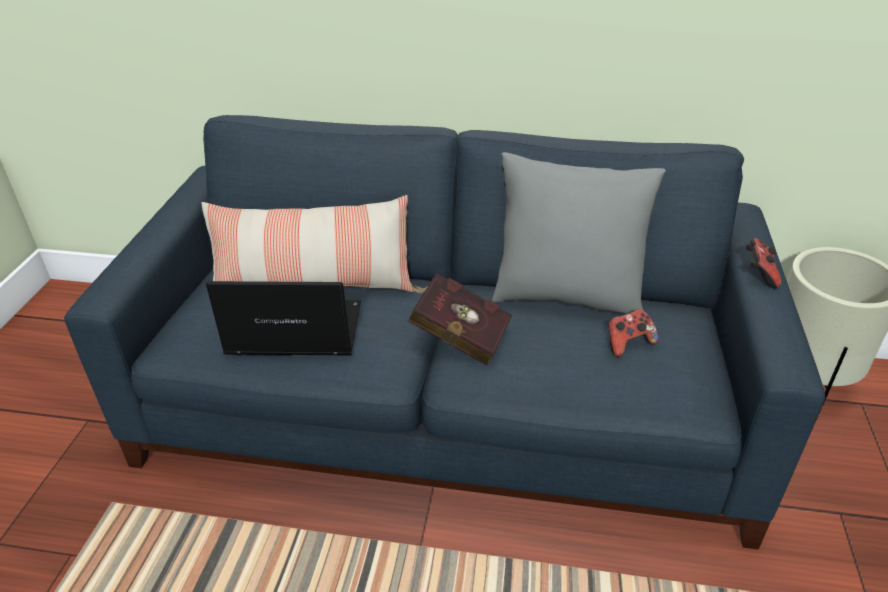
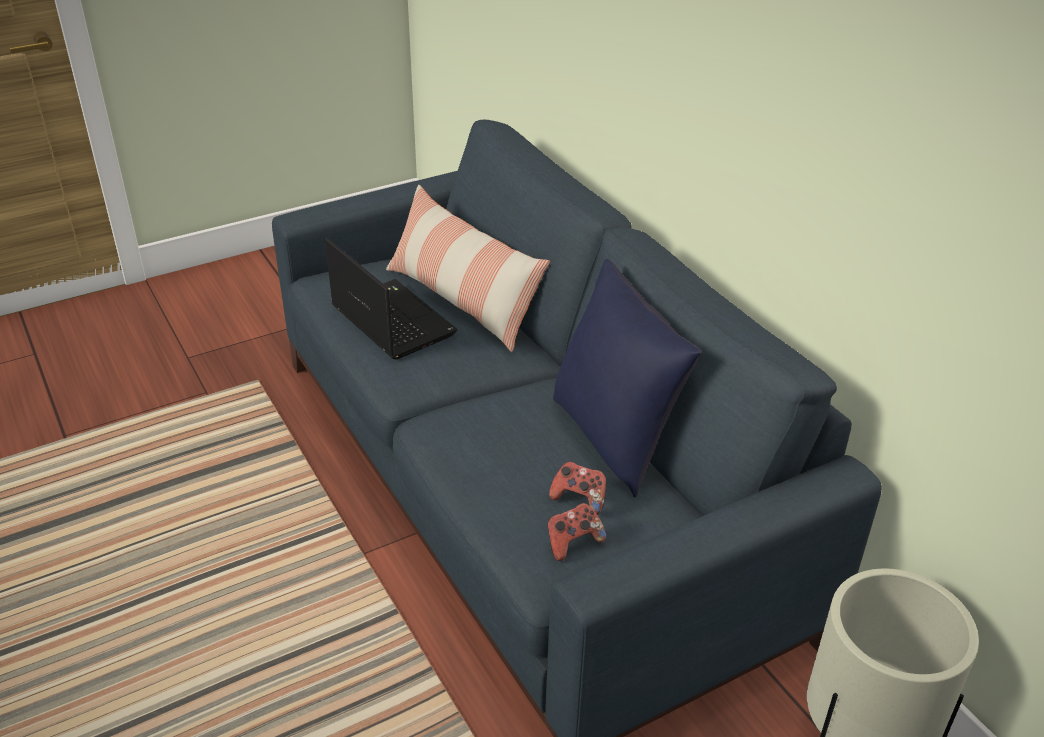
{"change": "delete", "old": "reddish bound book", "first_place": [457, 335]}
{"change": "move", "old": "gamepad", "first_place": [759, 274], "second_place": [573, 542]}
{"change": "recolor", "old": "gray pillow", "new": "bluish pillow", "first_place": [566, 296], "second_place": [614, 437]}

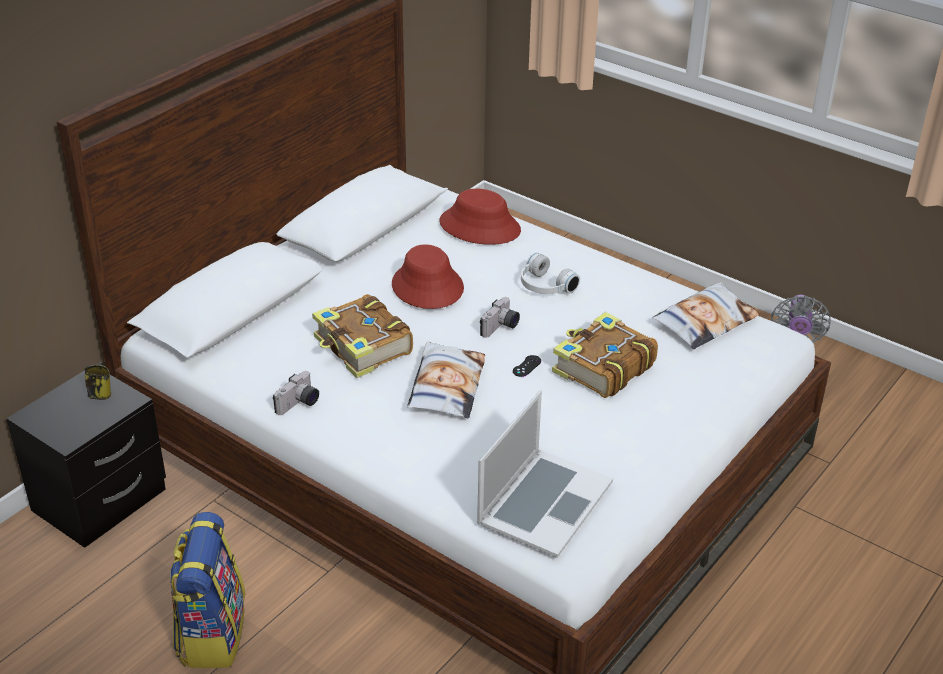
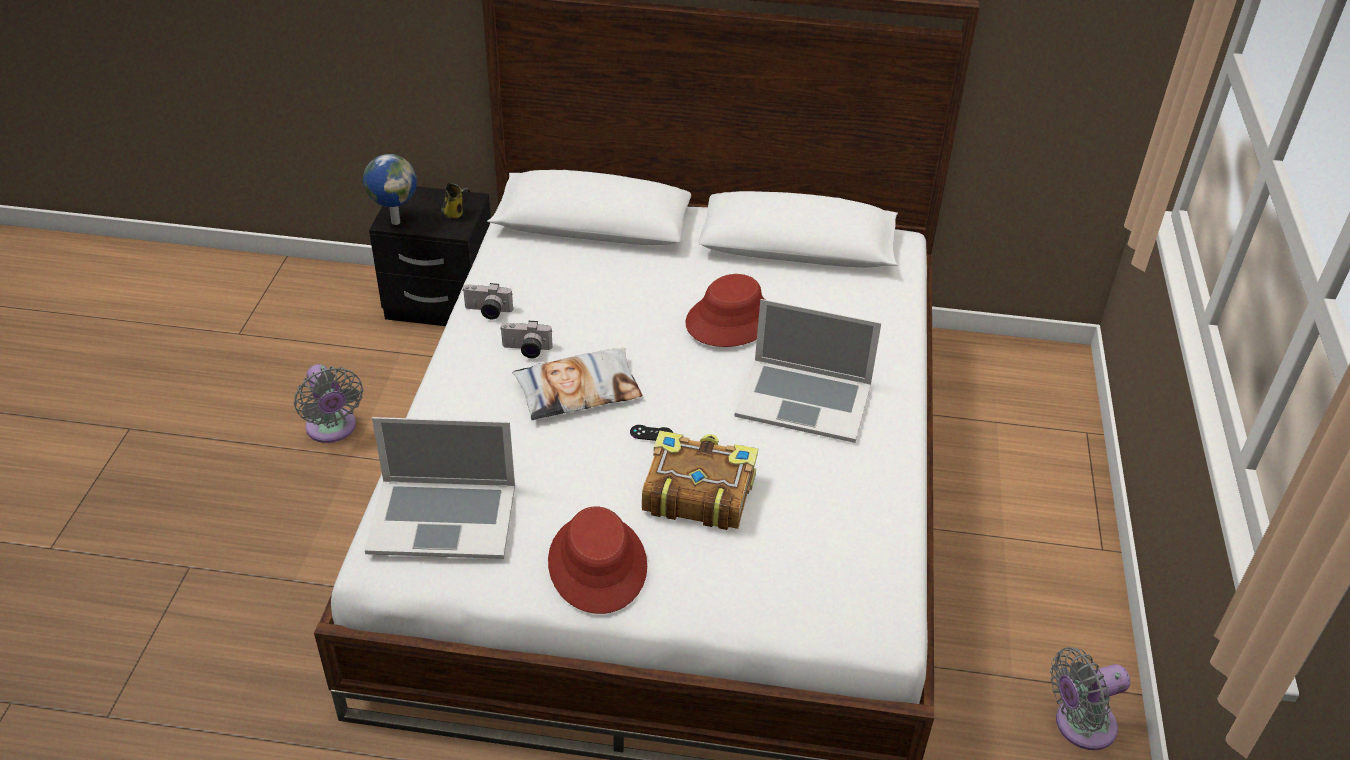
{"change": "delete", "old": "bound book", "first_place": [362, 347]}
{"change": "delete", "old": "pillow", "first_place": [705, 322]}
{"change": "insert", "new": "globe", "second_place": [395, 221]}
{"change": "move", "old": "reddish hat", "first_place": [480, 226], "second_place": [598, 564]}
{"change": "move", "old": "photo camera", "first_place": [501, 328], "second_place": [526, 350]}
{"change": "replace", "old": "backpack", "new": "gray cooling fan", "first_place": [211, 633], "second_place": [332, 429]}
{"change": "replace", "old": "white headphones", "new": "portable computer", "first_place": [544, 286], "second_place": [804, 399]}

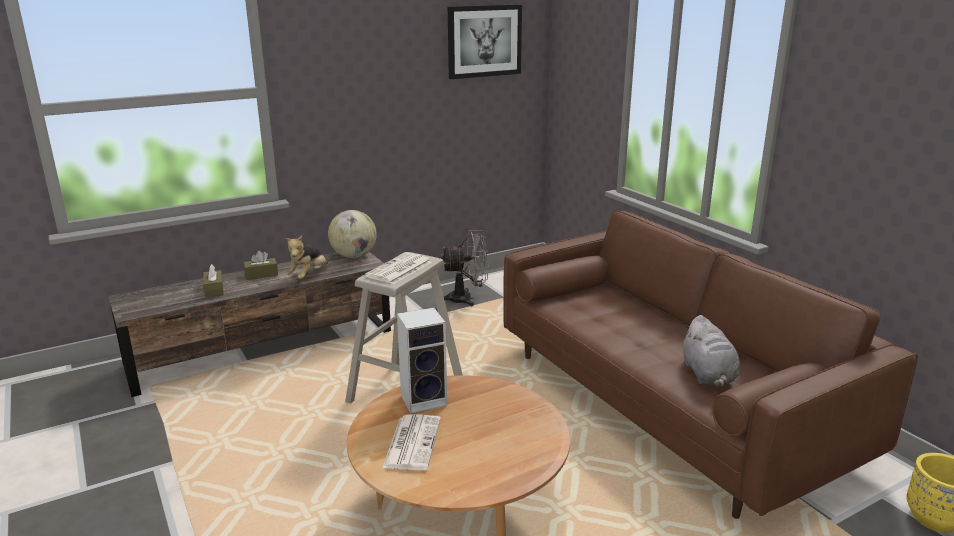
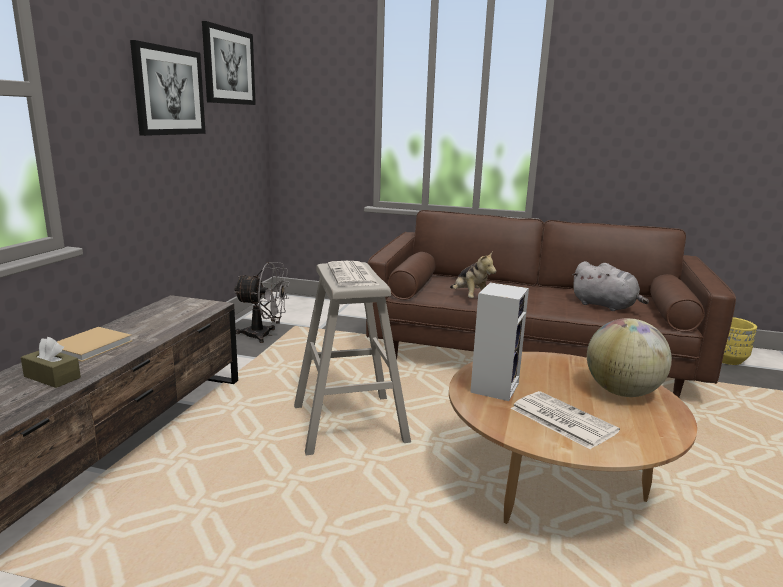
{"change": "insert", "new": "picture", "second_place": [169, 91]}
{"change": "move", "old": "plush toy", "first_place": [308, 276], "second_place": [469, 298]}
{"change": "move", "old": "globe", "first_place": [354, 256], "second_place": [622, 392]}
{"change": "replace", "old": "brown box of tissues", "new": "sand-coloured bound book", "first_place": [261, 275], "second_place": [93, 345]}
{"change": "rotate", "old": "gray cooling fan", "first_place": [466, 299], "second_place": [264, 335], "degrees": 60}

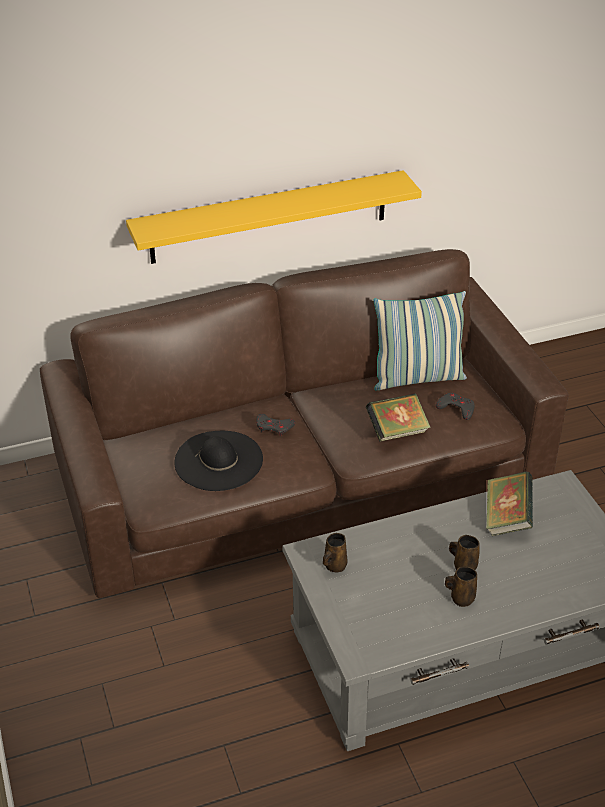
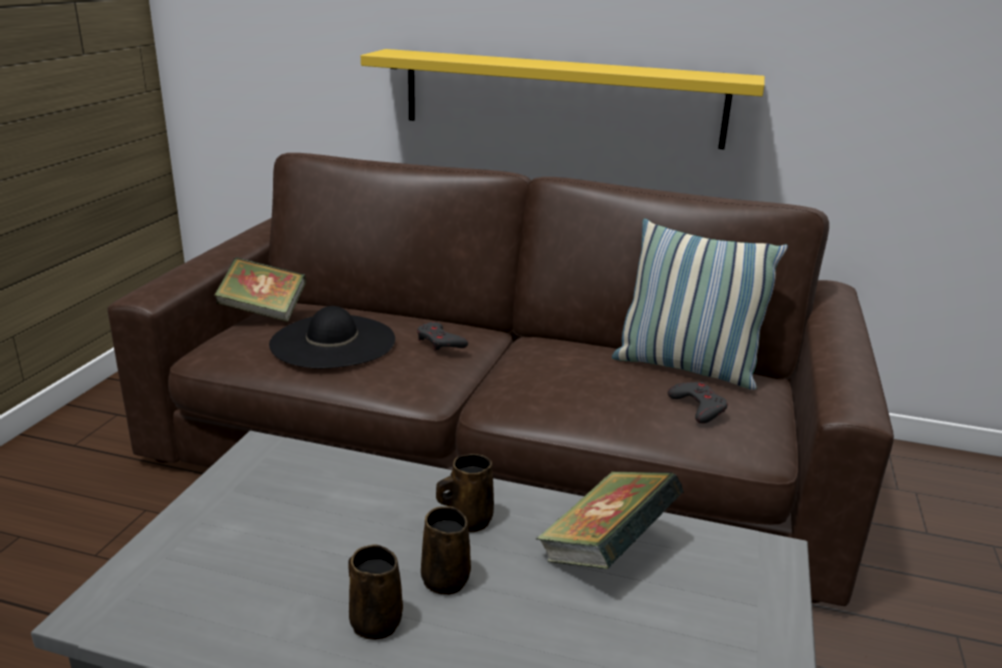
{"change": "move", "old": "brown coffee mug", "first_place": [334, 566], "second_place": [467, 520]}
{"change": "move", "old": "bound book", "first_place": [397, 431], "second_place": [263, 312]}

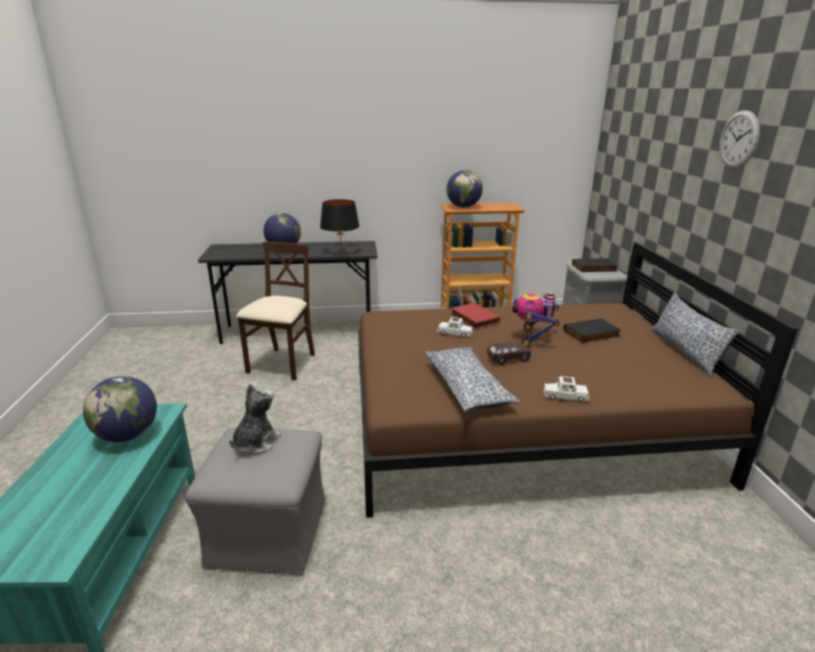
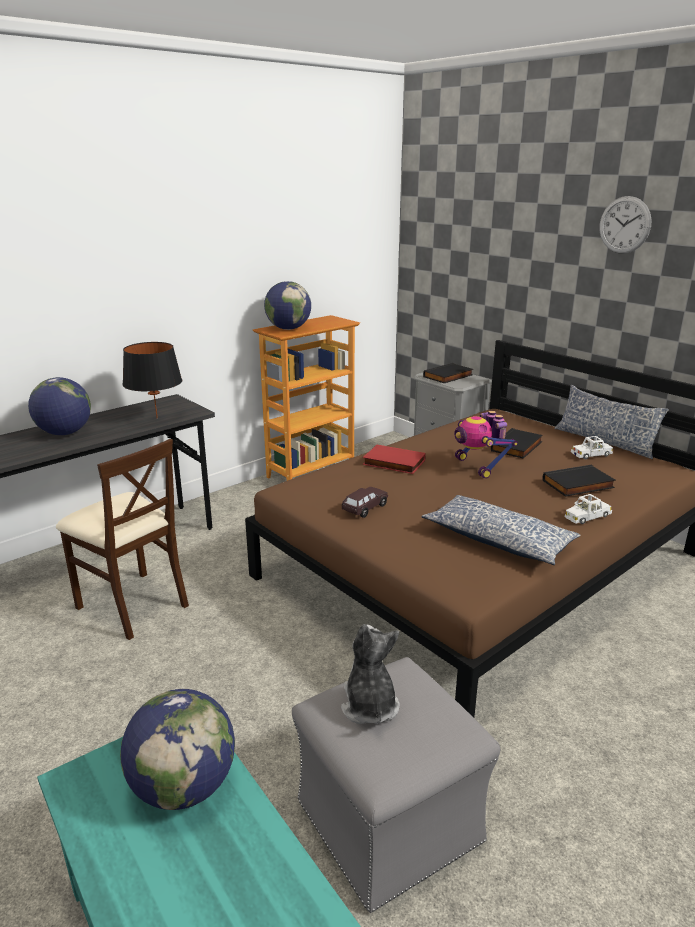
{"change": "insert", "new": "black-coloured bound book", "second_place": [578, 485]}
{"change": "move", "old": "white toy car", "first_place": [454, 333], "second_place": [591, 455]}
{"change": "move", "old": "brown toy car", "first_place": [508, 359], "second_place": [364, 508]}
{"change": "rotate", "old": "sand-coloured upright chair", "first_place": [282, 364], "second_place": [133, 605], "degrees": 150}

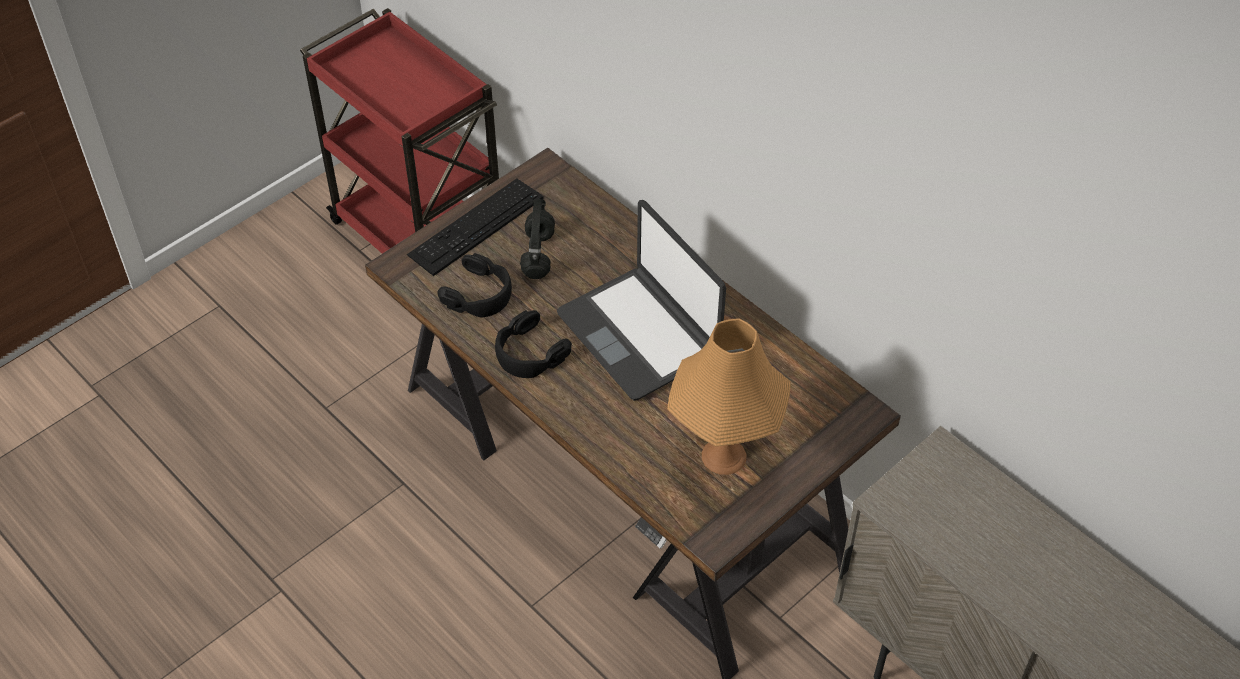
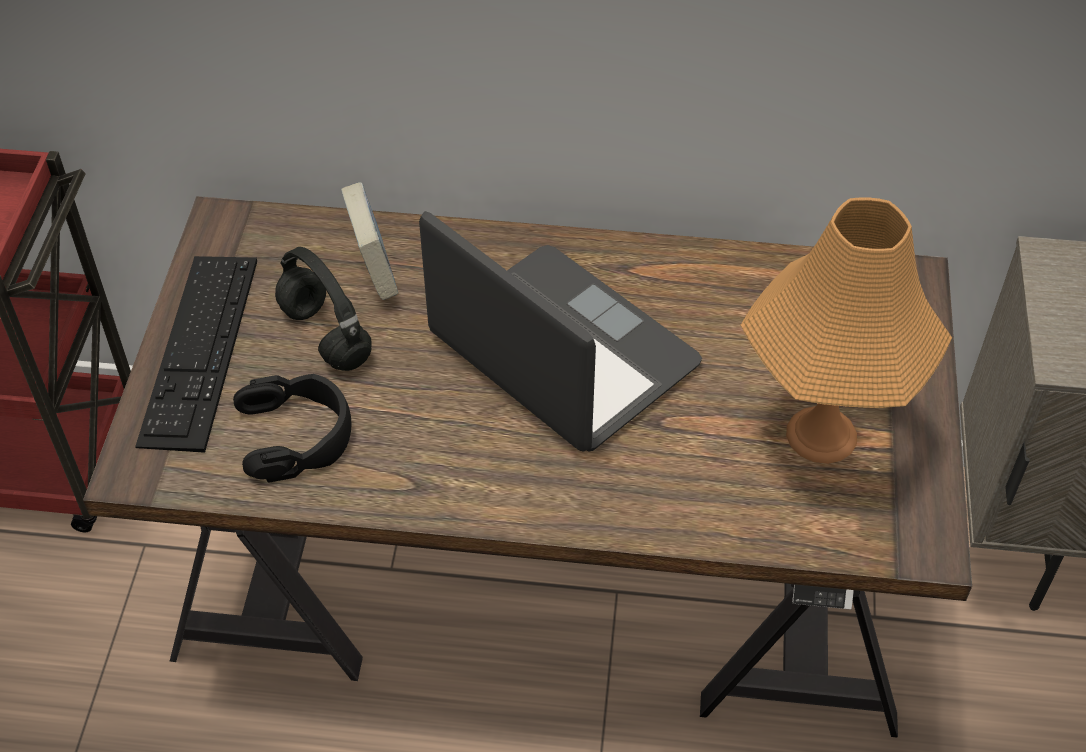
{"change": "delete", "old": "black-coloured headphones", "first_place": [529, 353]}
{"change": "insert", "new": "bound book", "second_place": [373, 270]}
{"change": "rotate", "old": "portable computer", "first_place": [640, 333], "second_place": [561, 352], "degrees": -150}

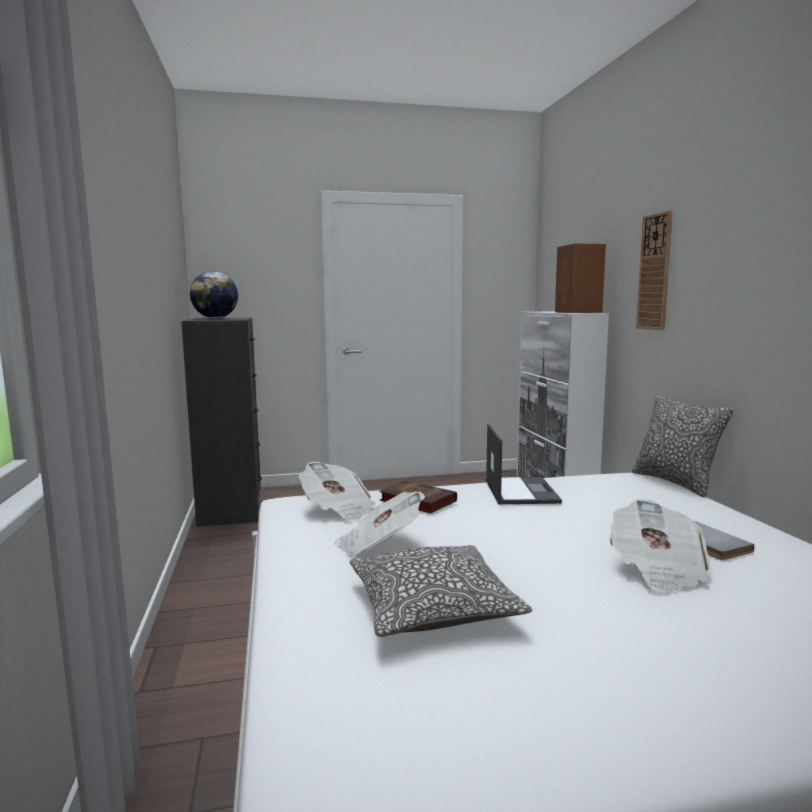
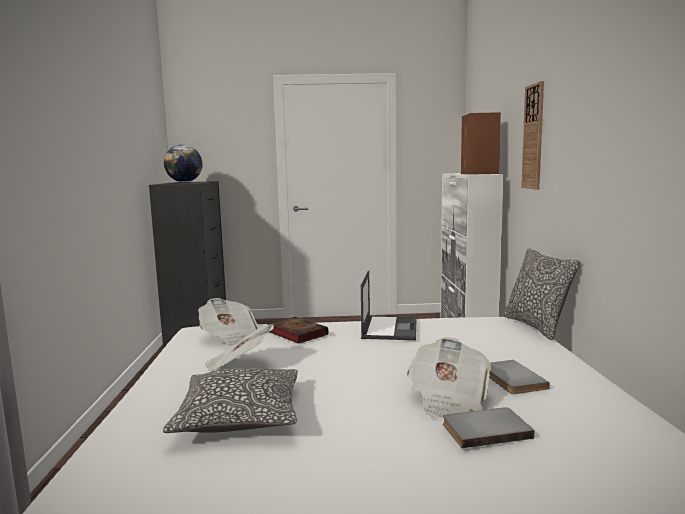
{"change": "insert", "new": "gray bound book", "second_place": [485, 429]}

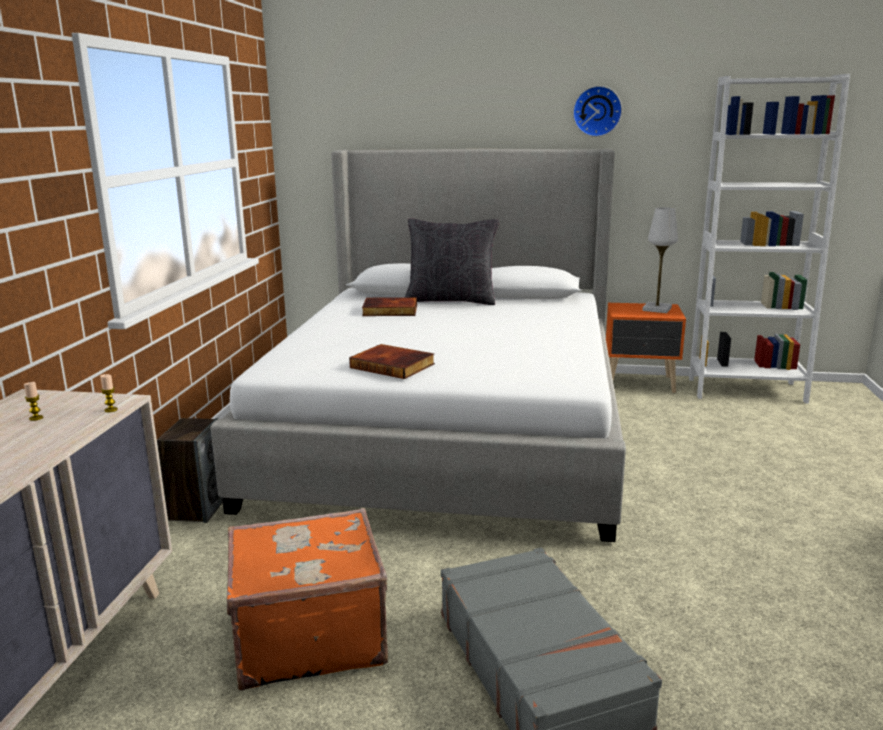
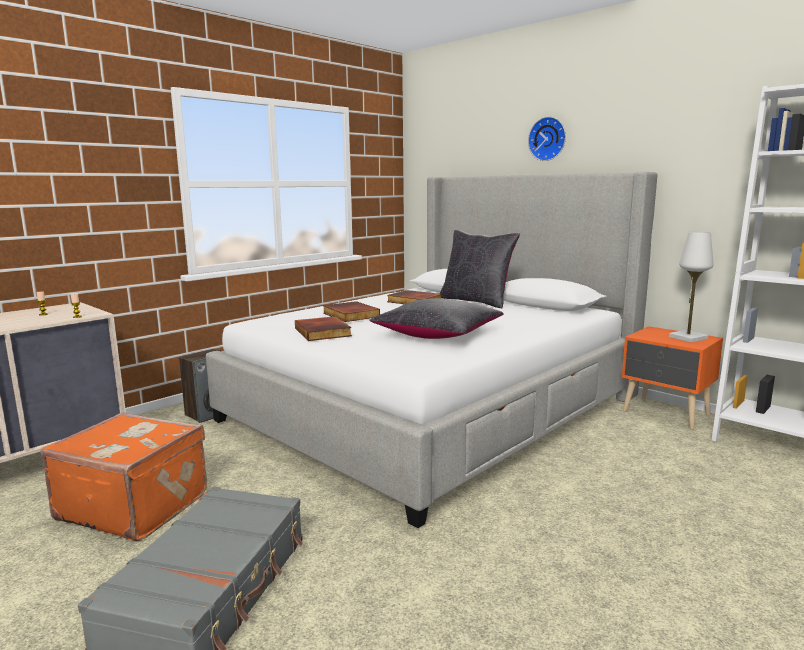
{"change": "insert", "new": "bound book", "second_place": [349, 315]}
{"change": "insert", "new": "black-coloured pillow", "second_place": [437, 334]}
{"change": "move", "old": "clock on the wall", "first_place": [597, 111], "second_place": [548, 139]}

